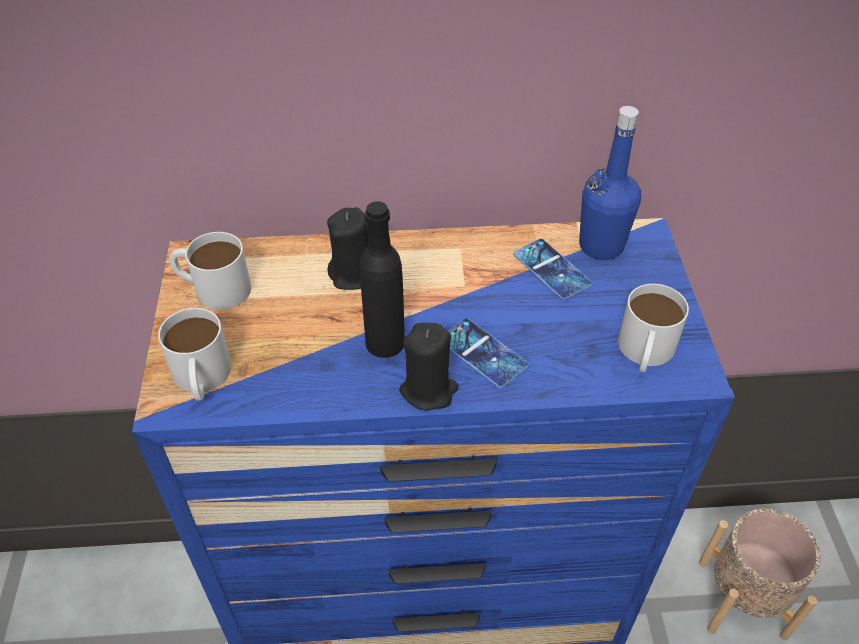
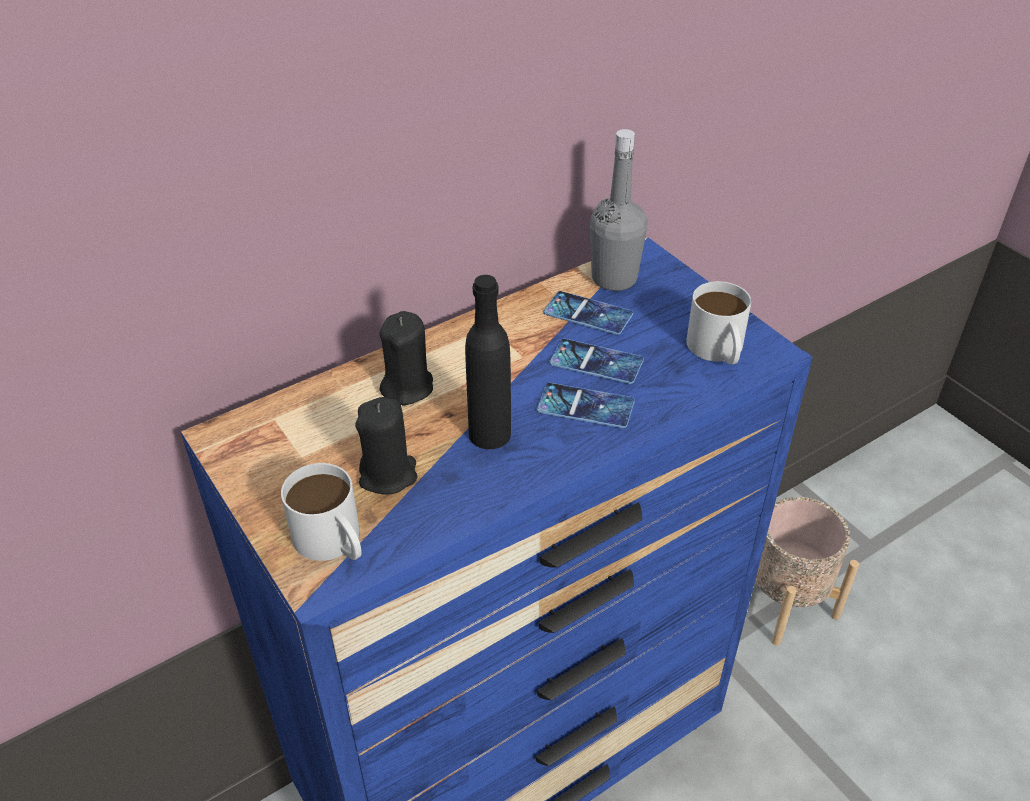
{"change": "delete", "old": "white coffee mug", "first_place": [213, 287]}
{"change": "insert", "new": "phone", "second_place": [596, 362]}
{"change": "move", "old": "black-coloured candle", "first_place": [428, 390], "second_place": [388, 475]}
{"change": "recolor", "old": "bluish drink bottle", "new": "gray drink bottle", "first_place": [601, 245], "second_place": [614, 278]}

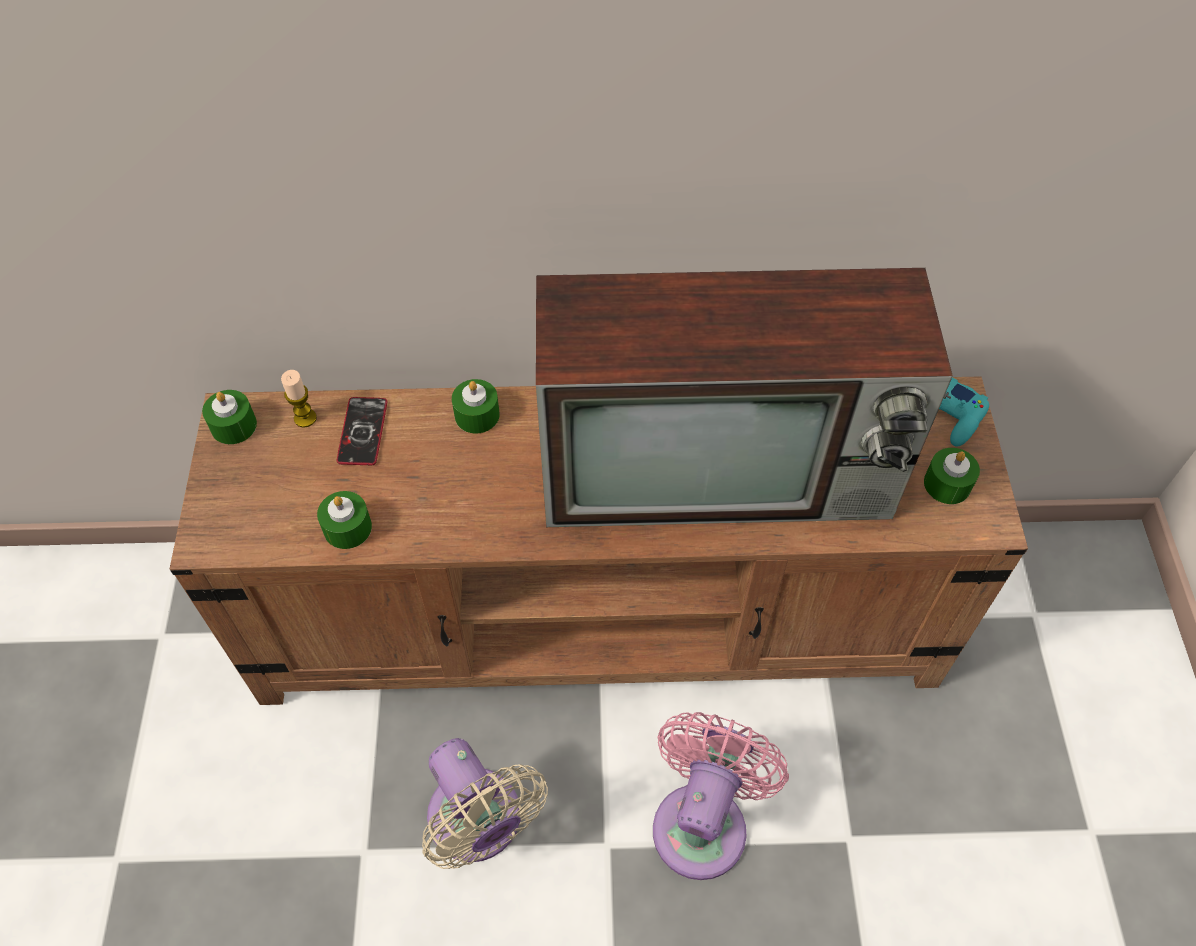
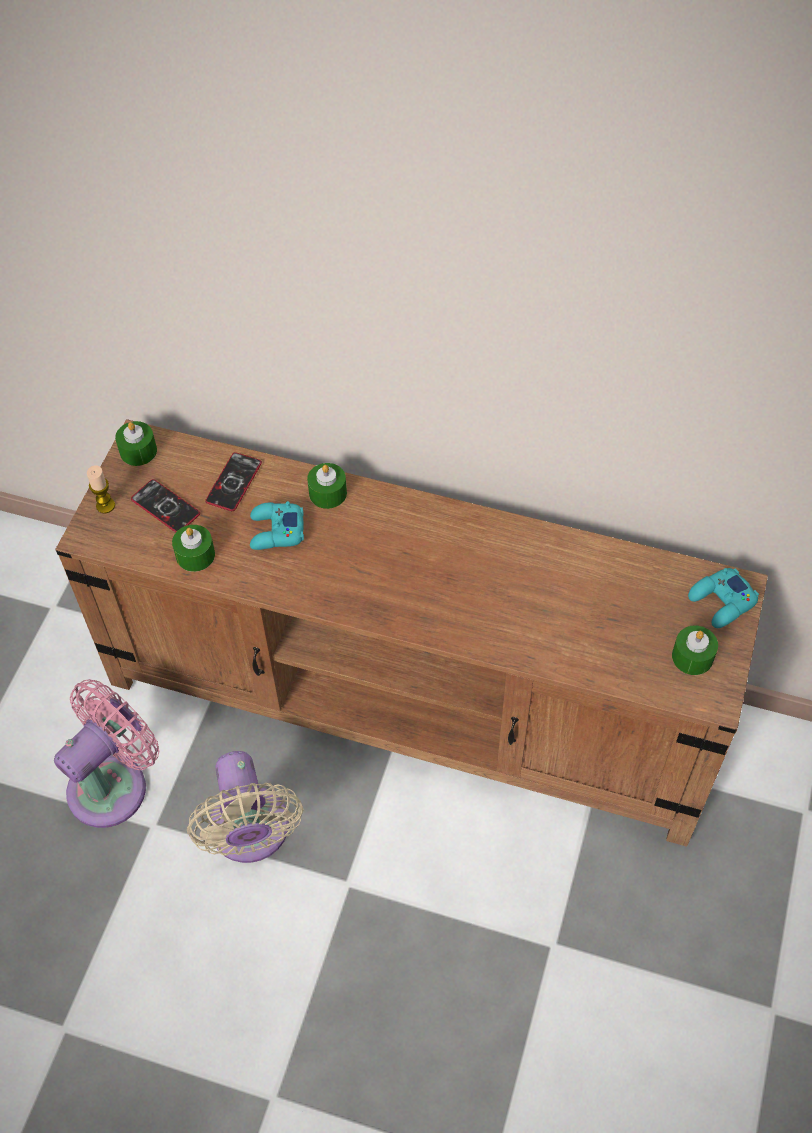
{"change": "delete", "old": "TV set", "first_place": [721, 469]}
{"change": "insert", "new": "phone", "second_place": [165, 507]}
{"change": "insert", "new": "blue-green gamepad", "second_place": [276, 531]}
{"change": "move", "old": "candle", "first_place": [305, 418], "second_place": [105, 505]}
{"change": "move", "old": "pink cooling fan", "first_place": [703, 820], "second_place": [114, 784]}

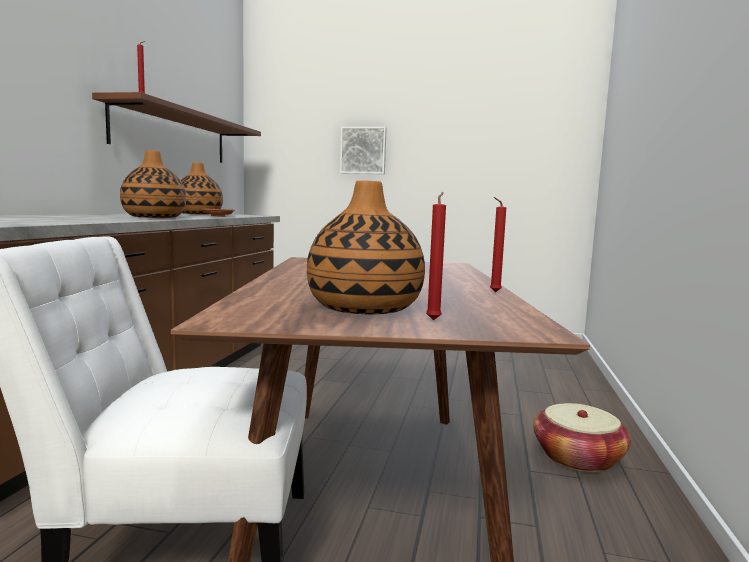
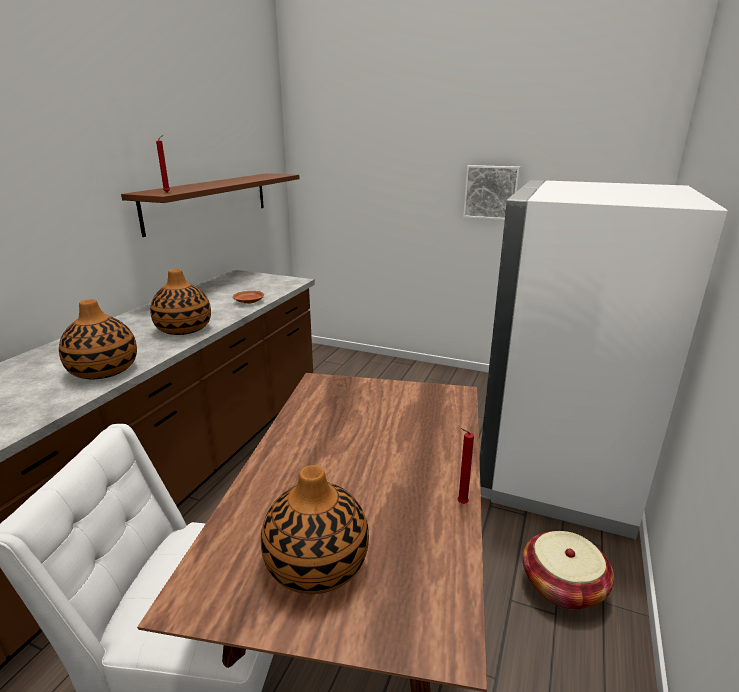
{"change": "delete", "old": "reddish candle", "first_place": [434, 319]}
{"change": "insert", "new": "white kitchen fridge", "second_place": [556, 468]}
{"change": "move", "old": "flower vase", "first_place": [198, 214], "second_place": [103, 370]}
{"change": "move", "old": "picture", "first_place": [363, 150], "second_place": [491, 192]}

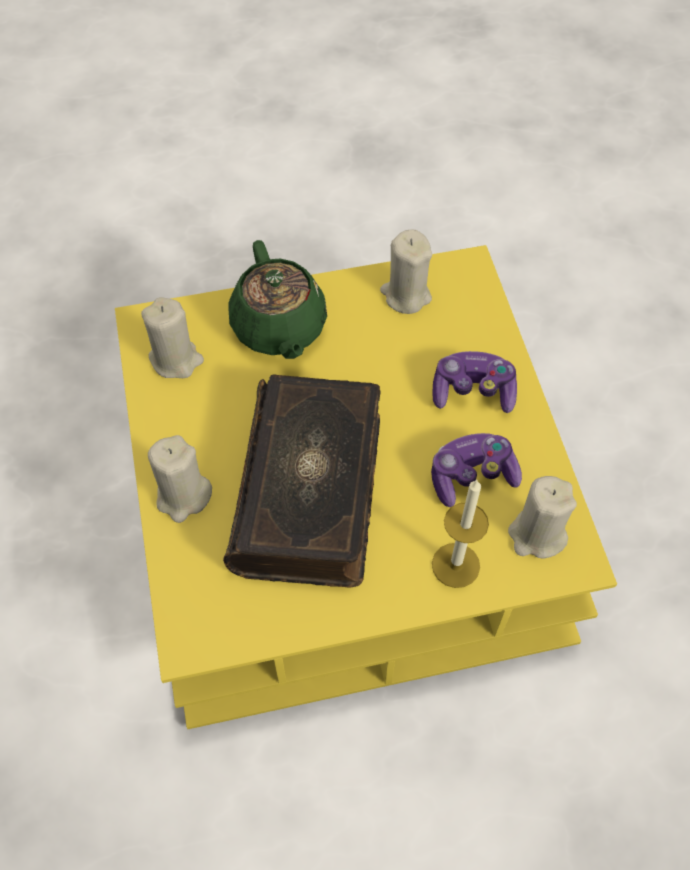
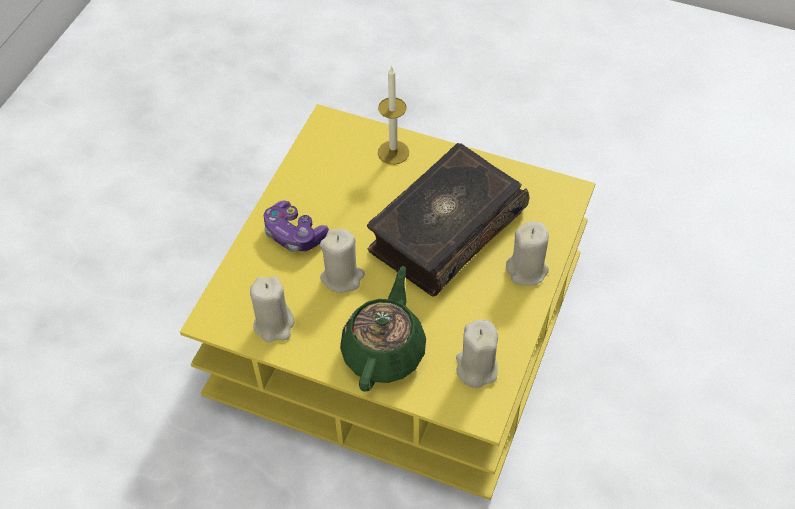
{"change": "delete", "old": "gamepad", "first_place": [471, 476]}
{"change": "move", "old": "sand-coloured candle", "first_place": [536, 535], "second_place": [342, 277]}

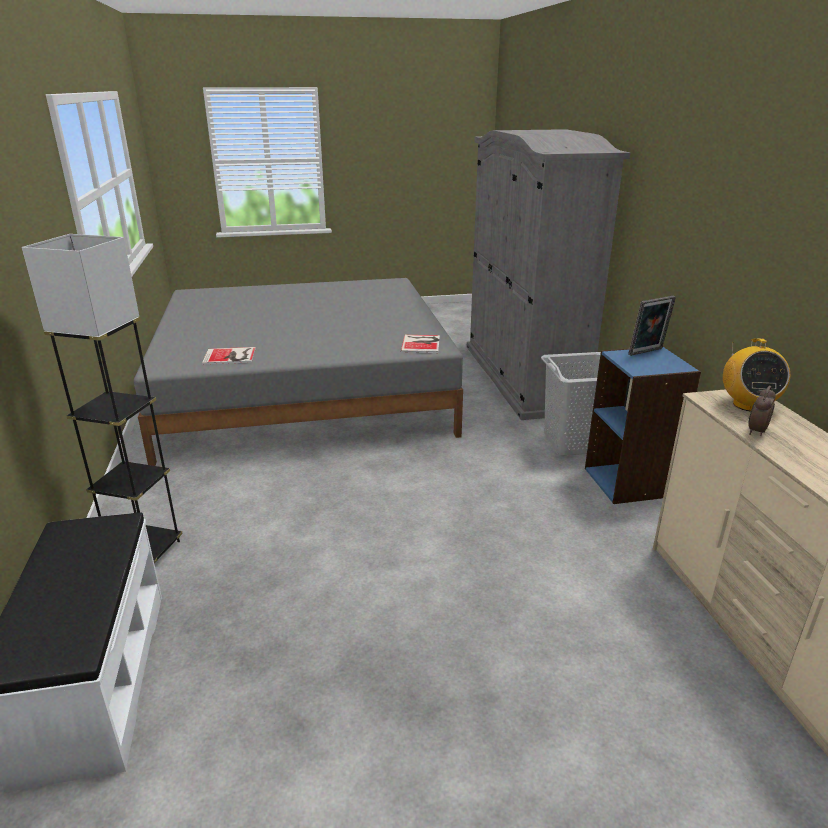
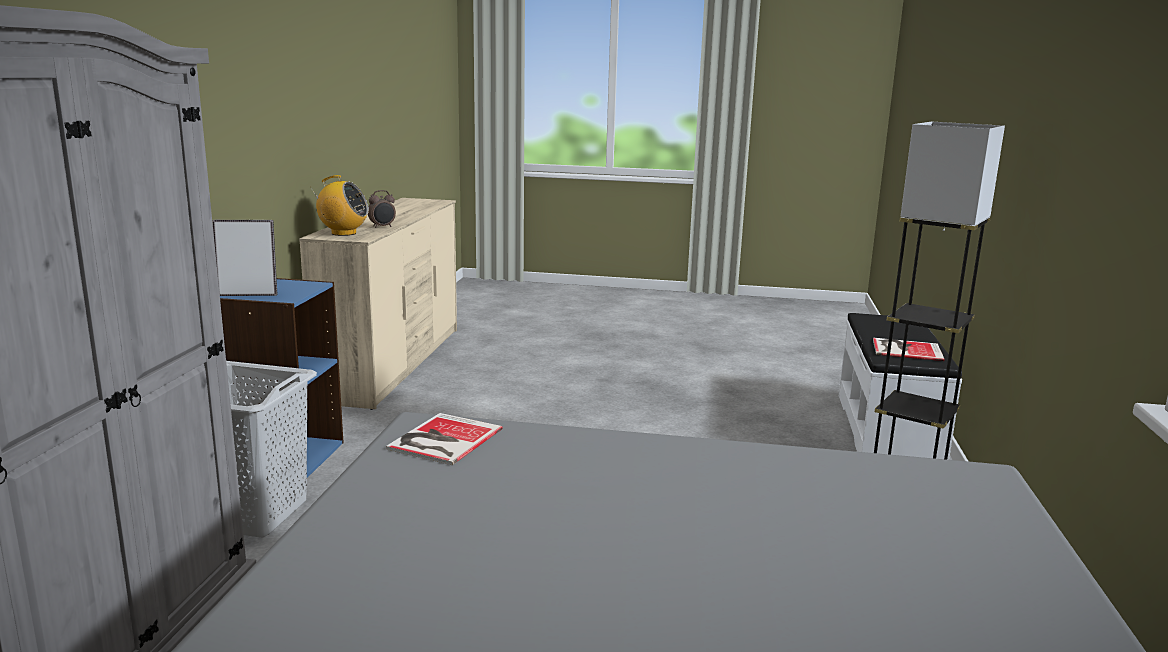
{"change": "move", "old": "bound book", "first_place": [231, 356], "second_place": [905, 349]}
{"change": "rotate", "old": "radio set", "first_place": [747, 405], "second_place": [343, 233], "degrees": 75}

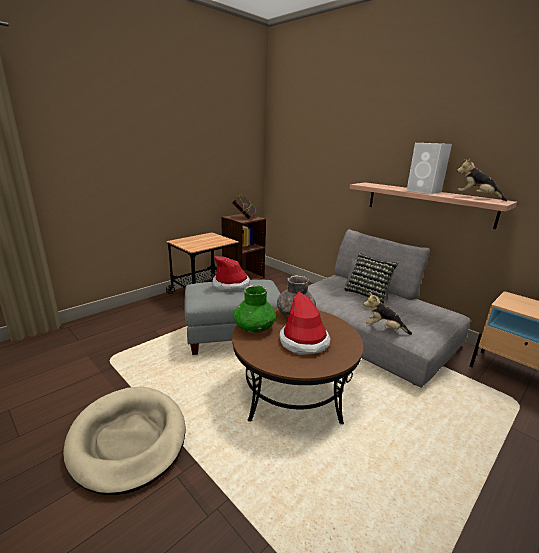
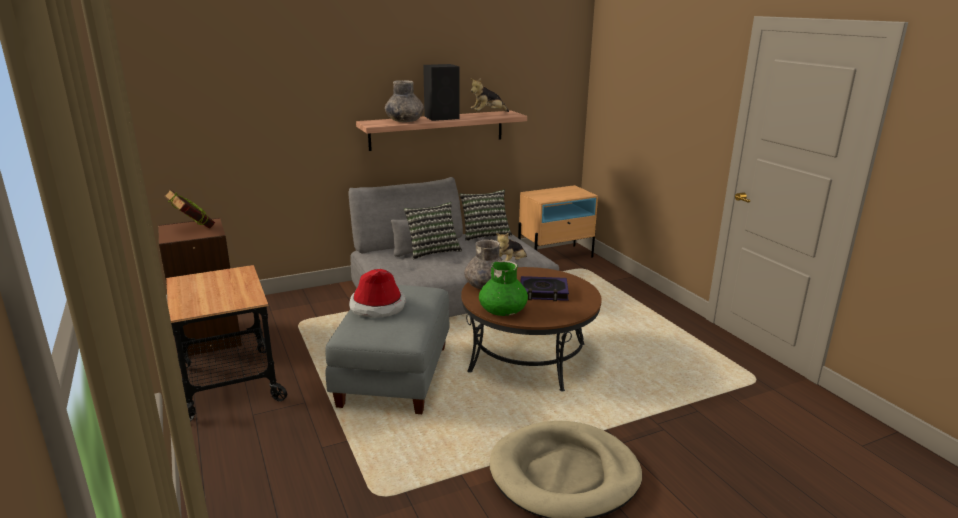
{"change": "insert", "new": "gray flower vase", "second_place": [404, 121]}
{"change": "insert", "new": "pillow", "second_place": [485, 234]}
{"change": "replace", "old": "hat", "new": "bound book", "first_place": [304, 342], "second_place": [543, 292]}
{"change": "recolor", "old": "white audio speaker", "new": "black-coloured audio speaker", "first_place": [424, 191], "second_place": [442, 117]}

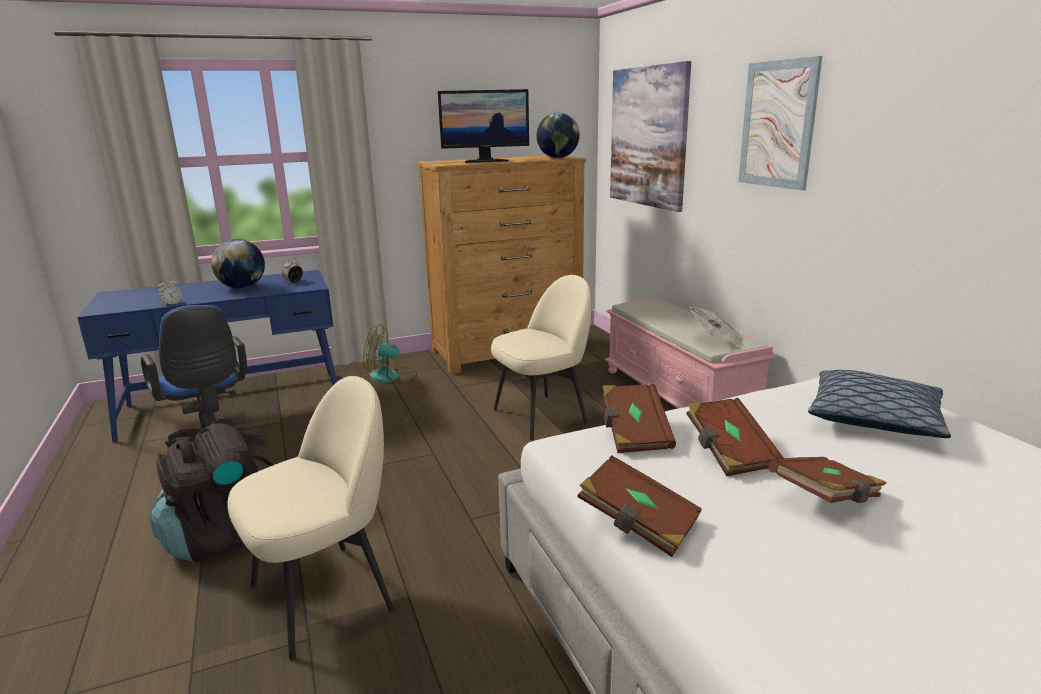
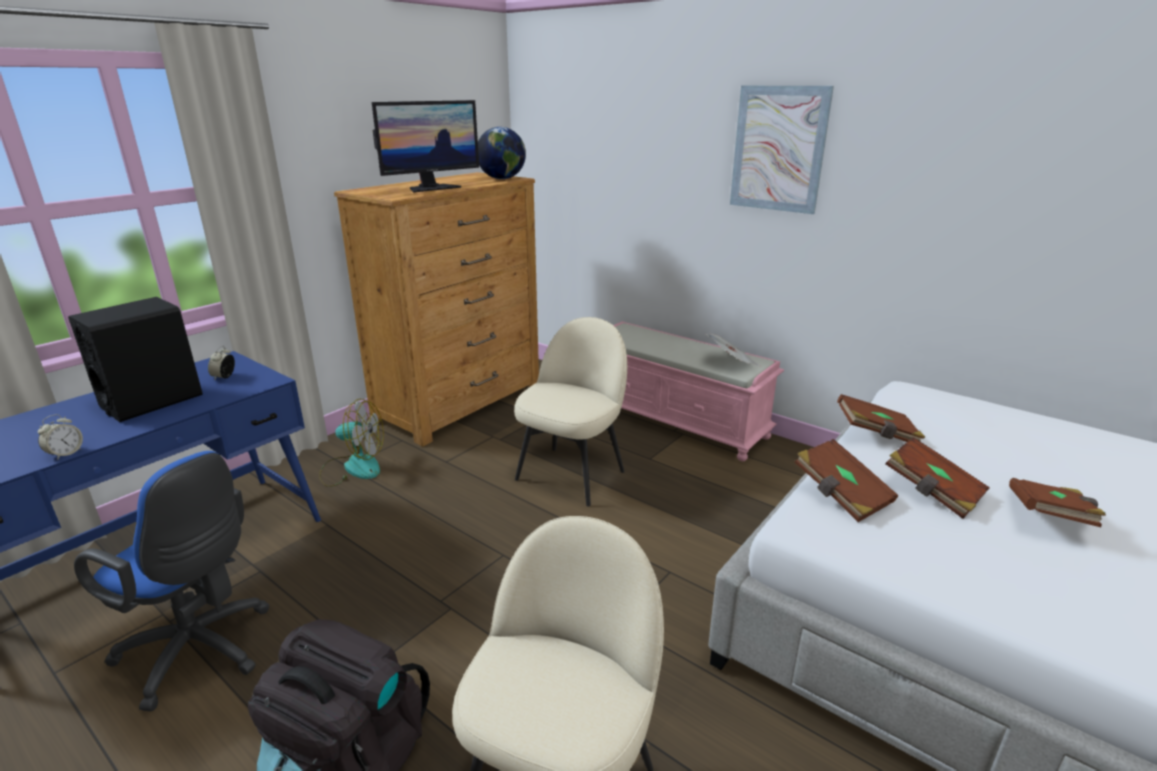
{"change": "delete", "old": "picture", "first_place": [648, 137]}
{"change": "delete", "old": "pillow", "first_place": [874, 418]}
{"change": "move", "old": "brown bound book", "first_place": [638, 524], "second_place": [876, 434]}
{"change": "replace", "old": "globe", "new": "black-coloured audio speaker", "first_place": [242, 287], "second_place": [152, 401]}
{"change": "rotate", "old": "cooling fan", "first_place": [391, 377], "second_place": [353, 467], "degrees": -150}

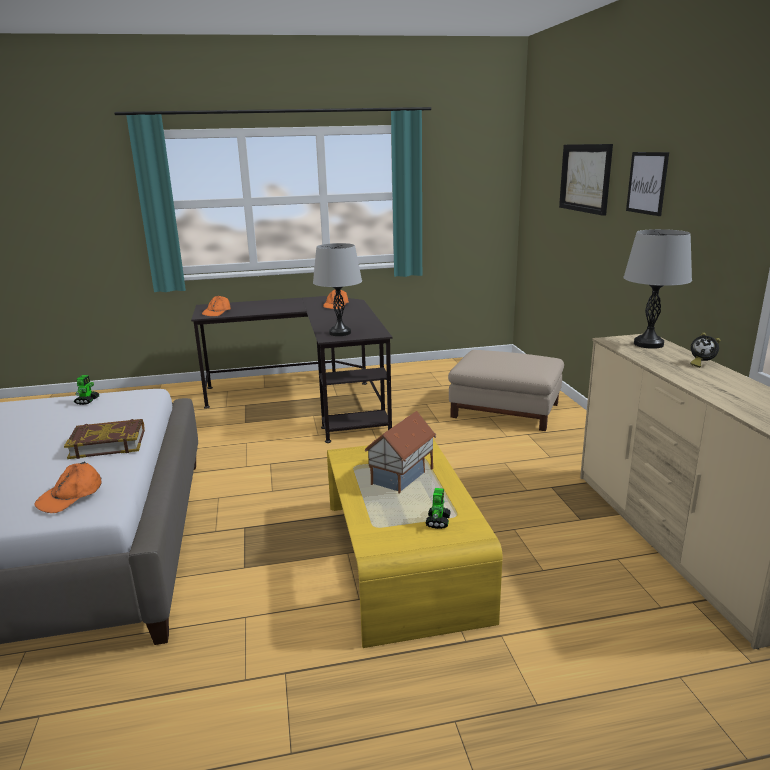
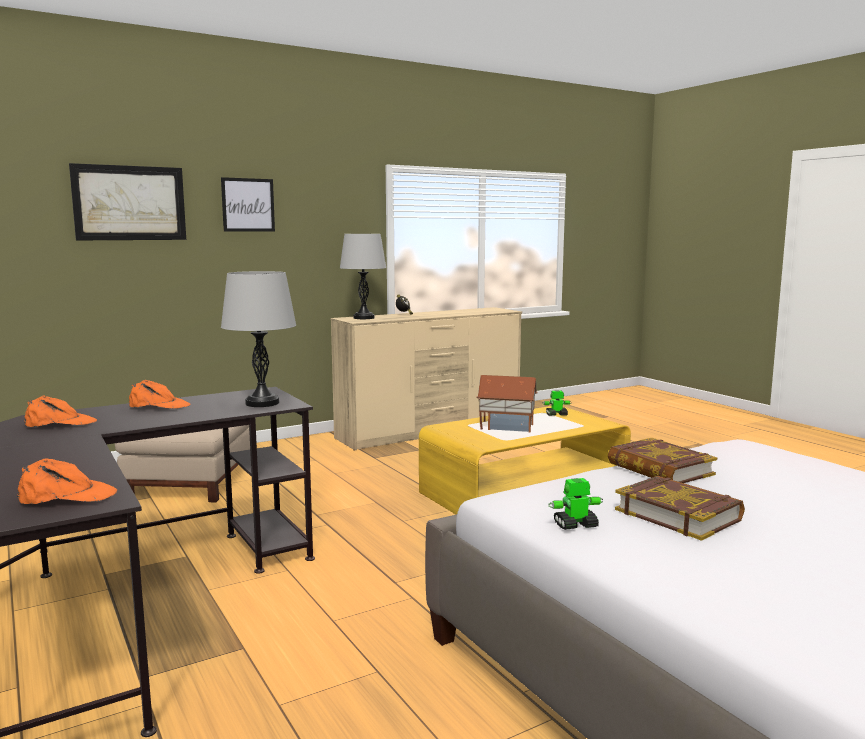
{"change": "insert", "new": "bound book", "second_place": [678, 514]}
{"change": "move", "old": "orangey baseball cap", "first_place": [71, 495], "second_place": [159, 406]}

